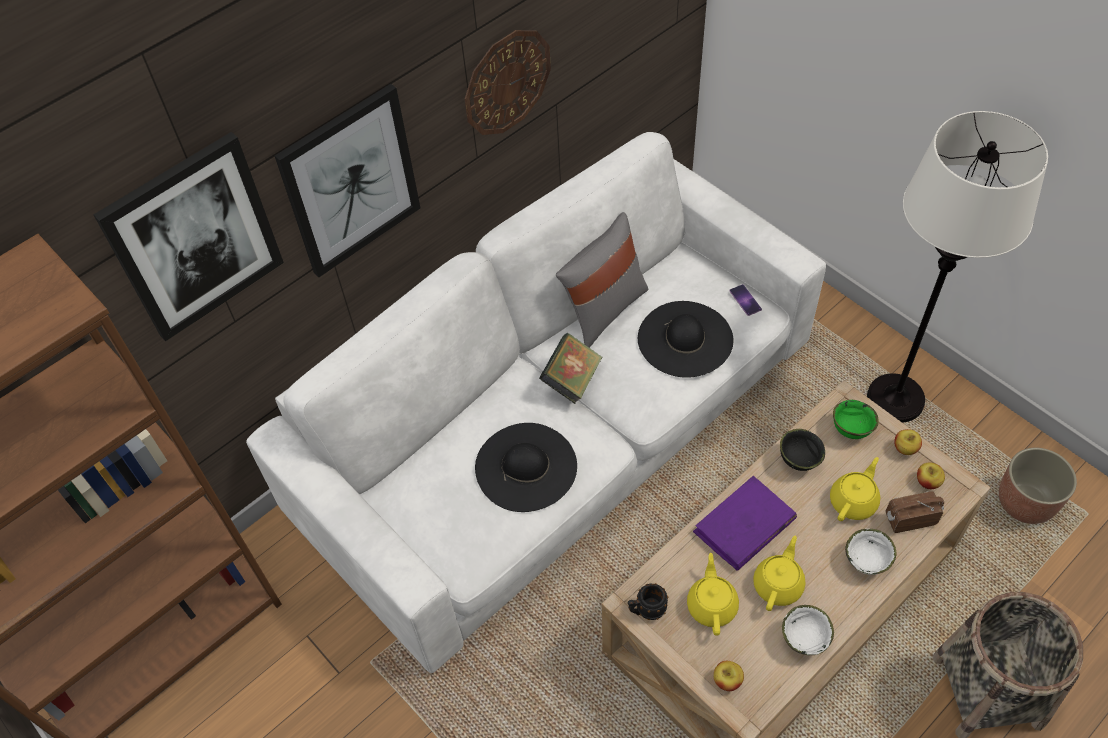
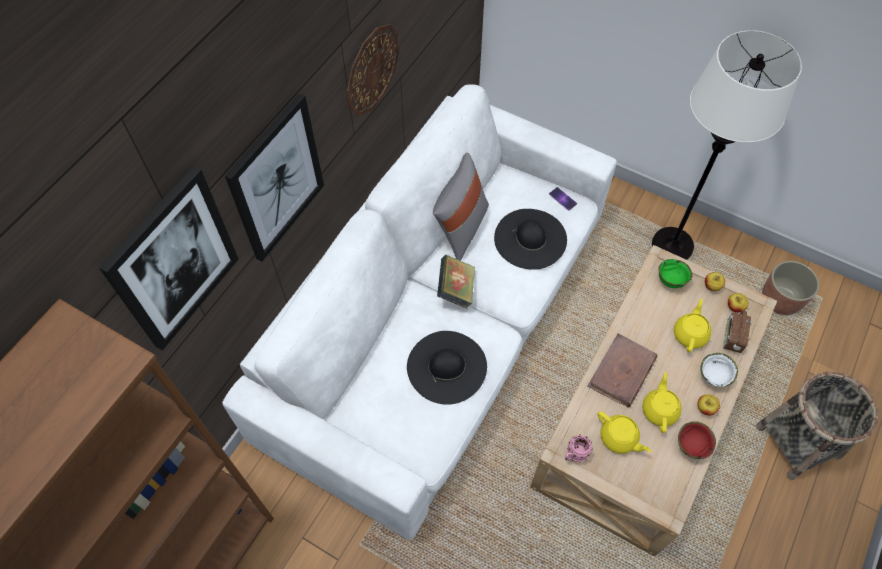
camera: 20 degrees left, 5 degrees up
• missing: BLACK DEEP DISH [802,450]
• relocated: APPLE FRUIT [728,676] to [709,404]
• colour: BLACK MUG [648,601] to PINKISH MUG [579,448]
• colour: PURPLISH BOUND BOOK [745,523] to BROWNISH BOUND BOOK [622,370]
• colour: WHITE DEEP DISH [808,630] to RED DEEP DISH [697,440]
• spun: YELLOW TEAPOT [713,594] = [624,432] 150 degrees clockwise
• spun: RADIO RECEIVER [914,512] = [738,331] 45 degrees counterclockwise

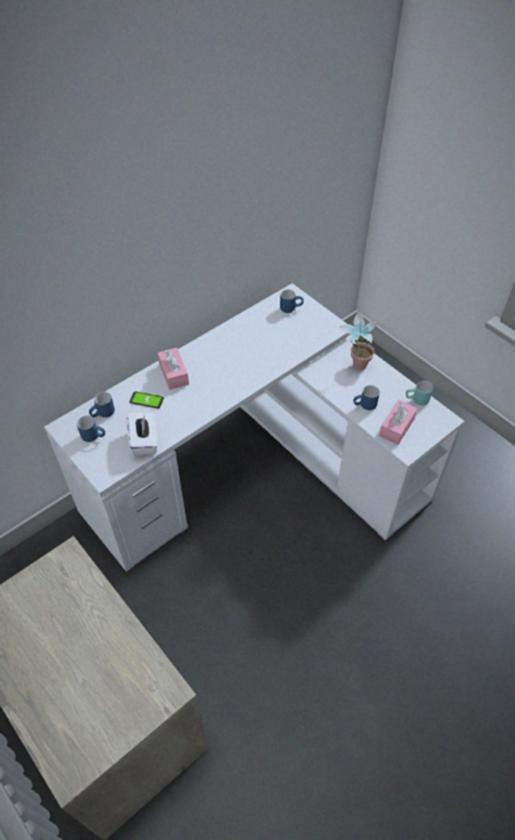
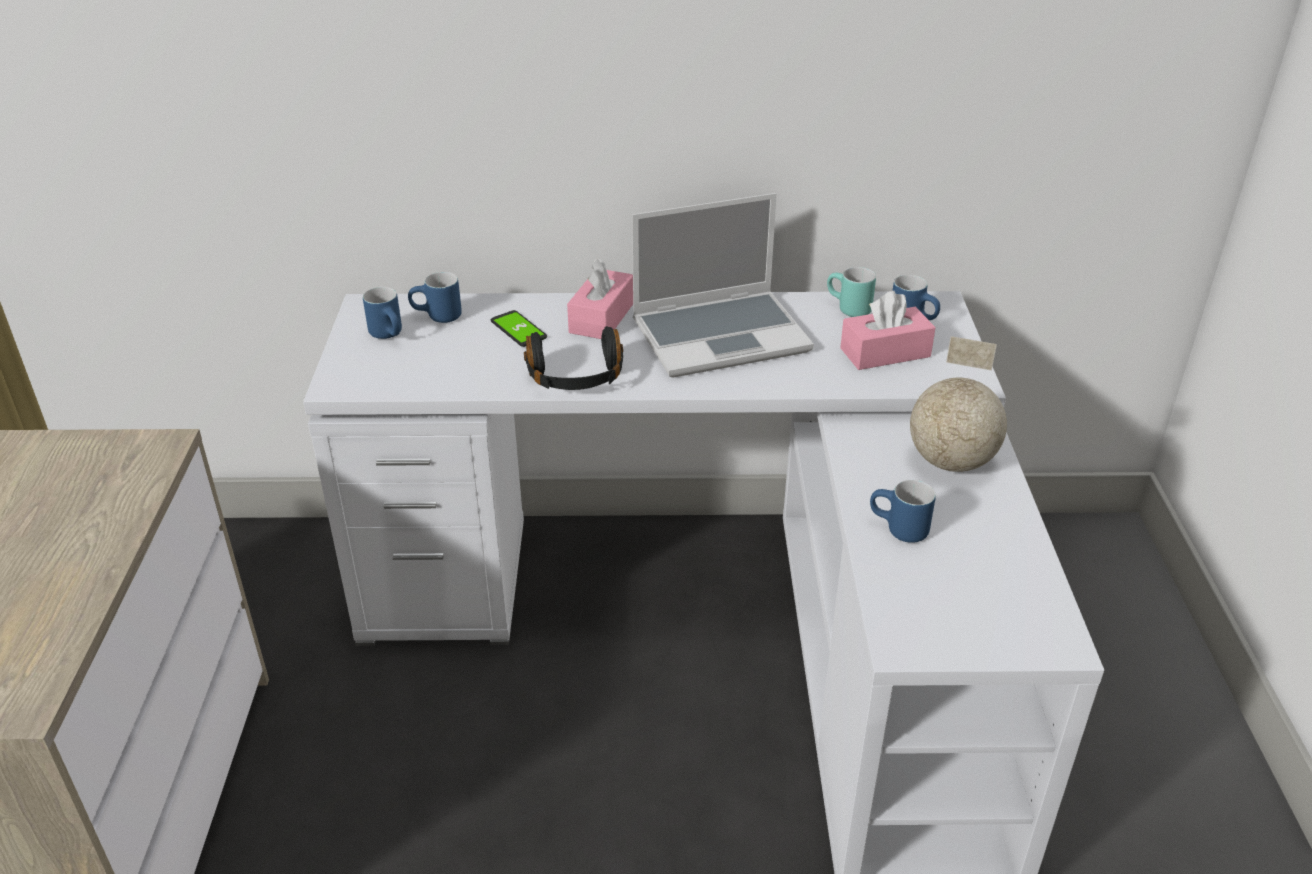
camera: 40 degrees right, 15 degrees down
• missing: WHITE TISSUE BOX [142,434]
• appeared: BLACK HEADSET [573,358]
• appeared: PORTABLE COMPUTER [723,285]
• relocated: PINKISH TISSUE BOX [398,422] to [888,330]
• relocated: BLUE-GREEN MUG [419,393] to [851,292]
• exchanged: POTTED PLANT [359,340] to DESK GLOBE [958,404]

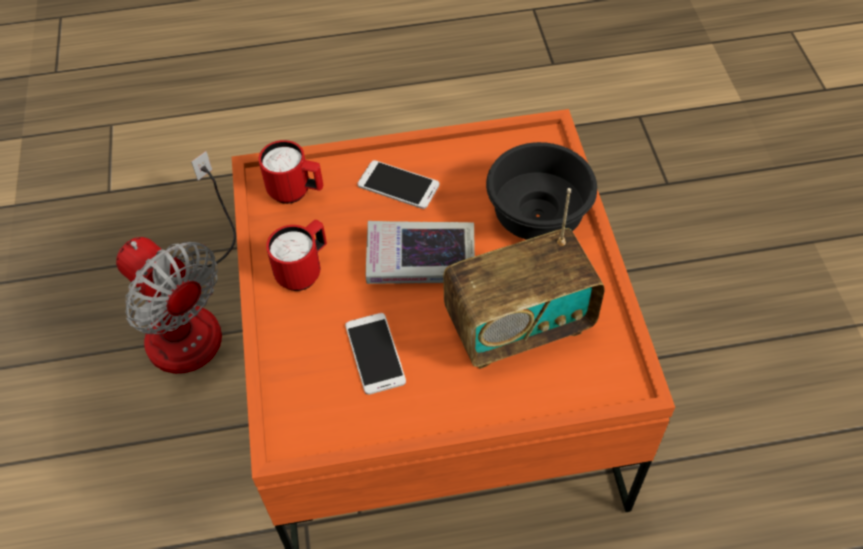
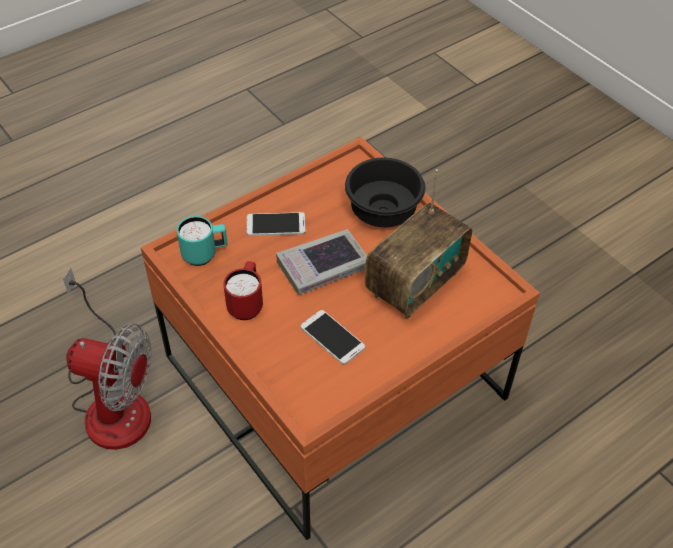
camera: 30 degrees left, 5 degrees down
• colour: RED MUG [290,172] to BLUE-GREEN MUG [202,241]

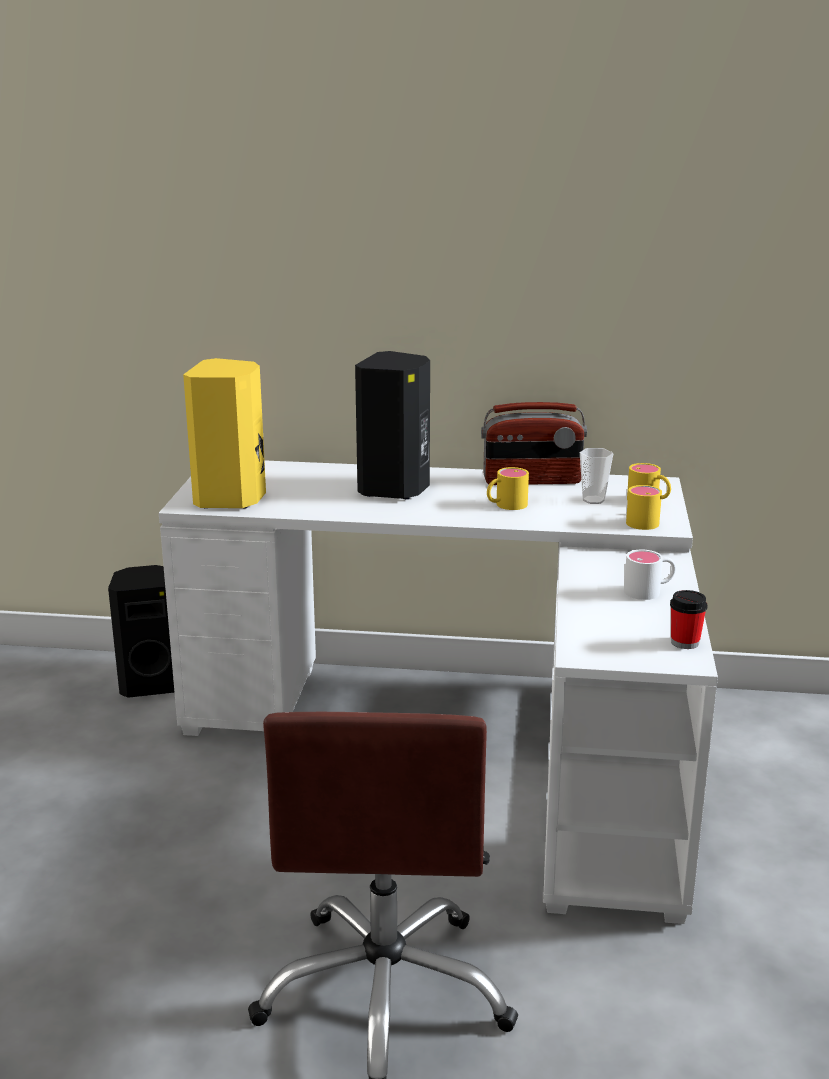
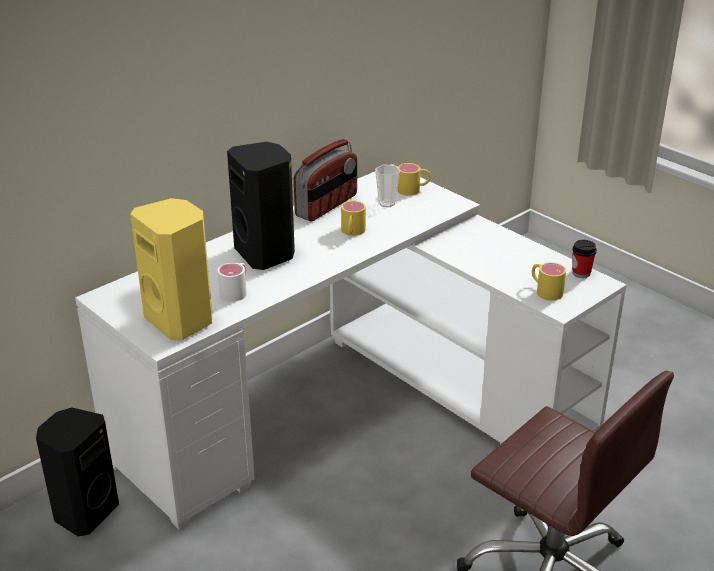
camera: 50 degrees left, 10 degrees up
• relocated: WHITE MUG [650,575] to [232,282]
• relocated: YELLOW MUG [644,507] to [549,281]

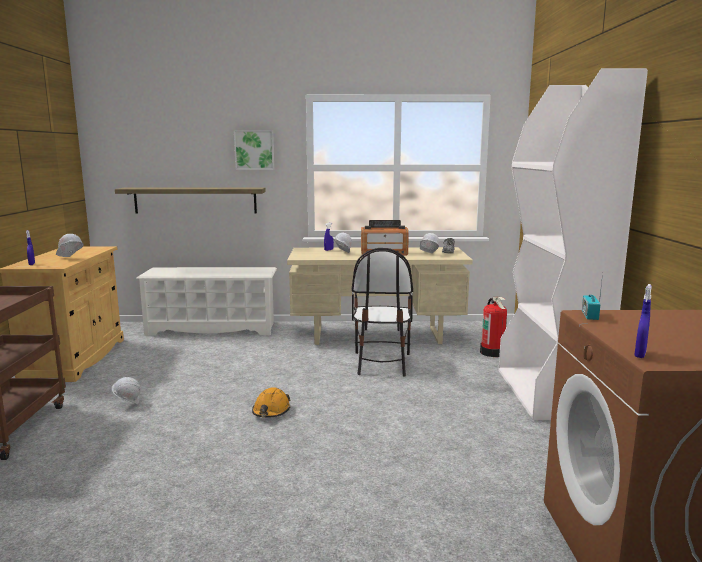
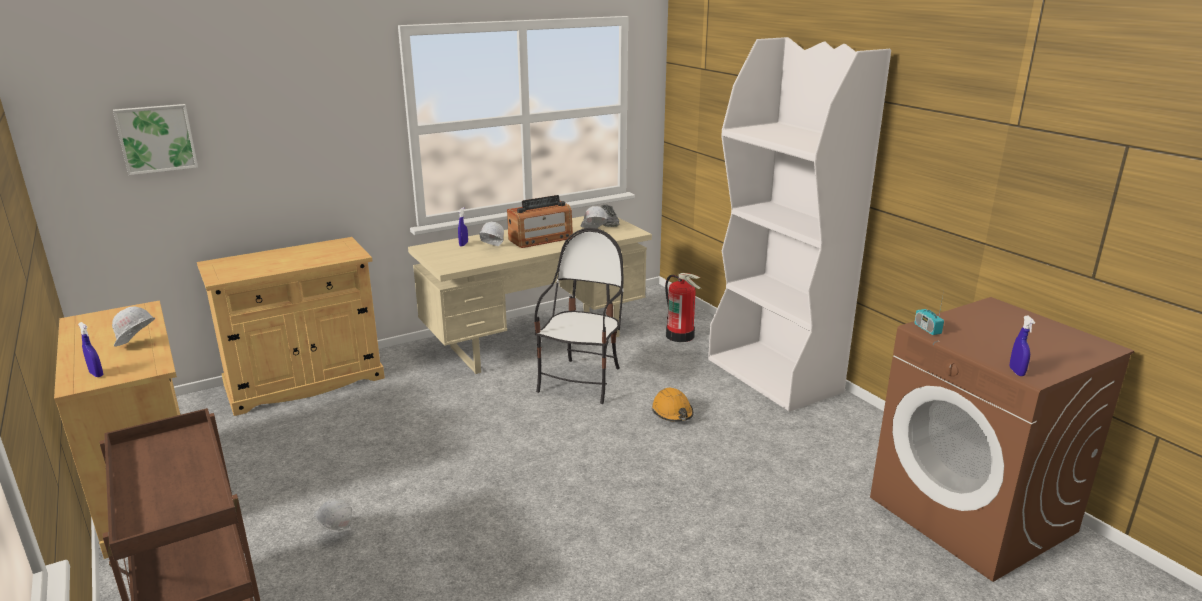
camera: 30 degrees left, 10 degrees up
• missing: WALL SHELF [190,201]
• relocated: PICTURE [254,150] to [155,139]
• relocated: ORANGEY HARD HAT [271,402] to [673,405]
• exchanged: WHITE SHOE SHELF [206,301] to SAND-COLOURED CUPBOARD [291,326]
• spun: CHAIR [382,312] = [579,316] 135 degrees counterclockwise

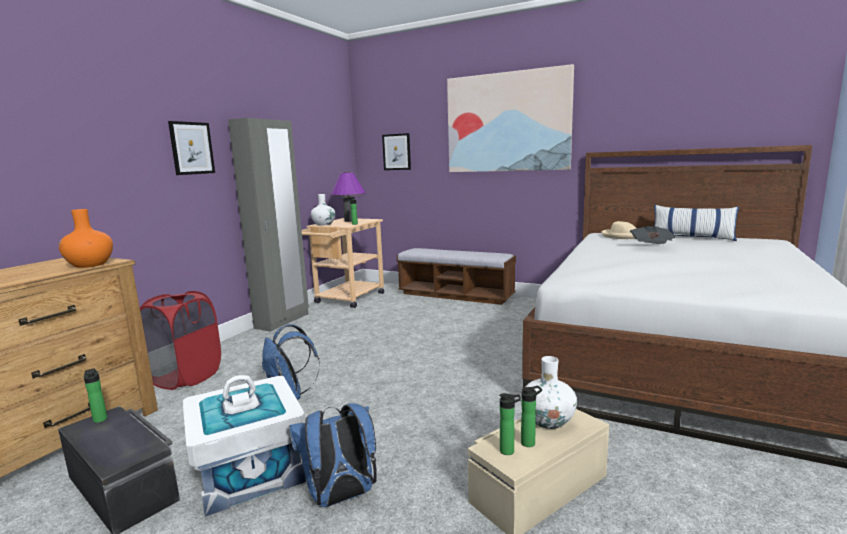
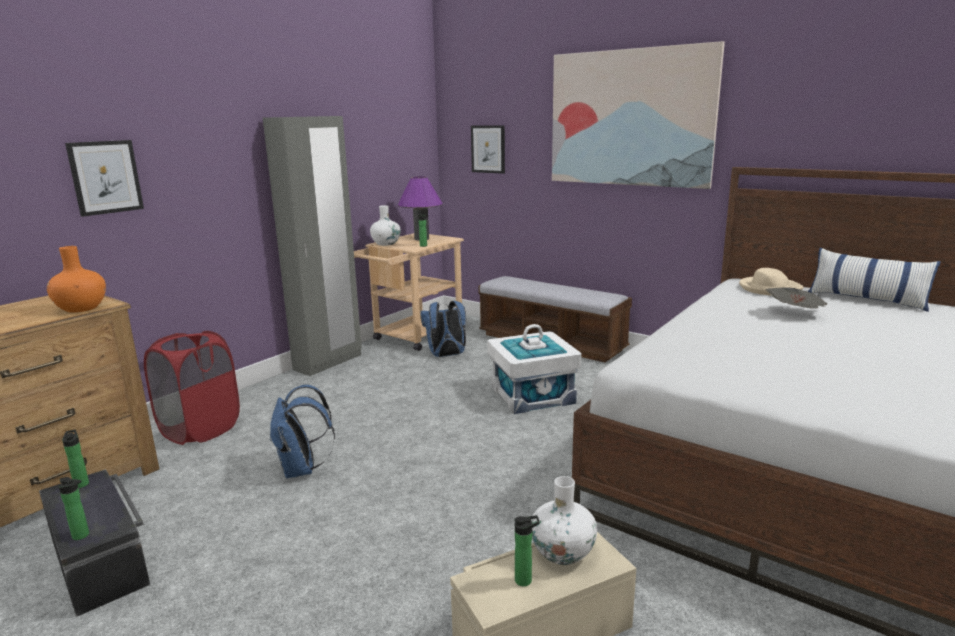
camera: 10 degrees right, 5 degrees up
• relocated: PICTURE [191,148] to [104,178]
• relocated: WHITE STORAGE BIN [244,446] to [534,369]
• relocated: BLUISH RUCKSACK [333,455] to [443,329]
• relocated: BEVERAGE BOTTLE [510,424] to [74,508]

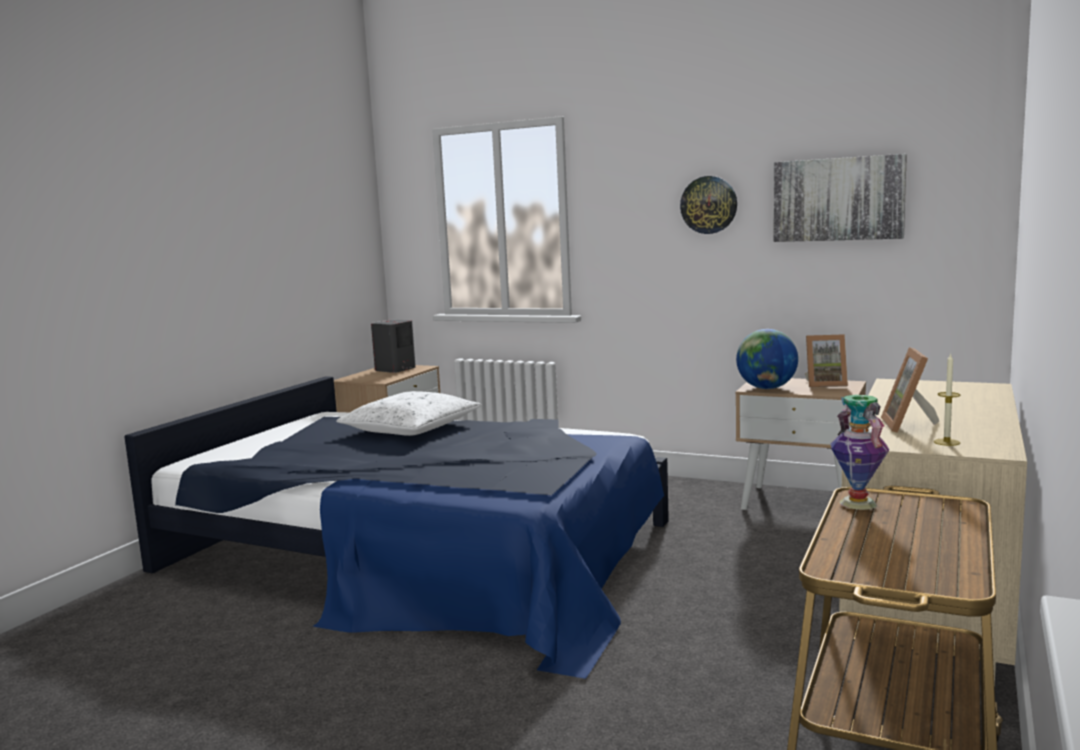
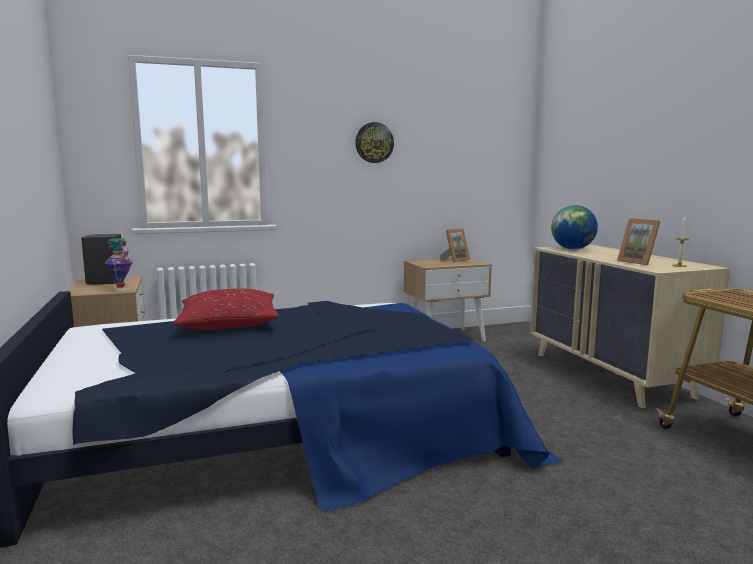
camera: 45 degrees left, 0 degrees up
• missing: PICTURE [840,198]
• relocated: DESK GLOBE [767,359] to [574,227]
• relocated: DECORATIVE VASE [859,452] to [119,265]
• colour: WHITE THROW PILLOW [408,413] to RED THROW PILLOW [226,309]

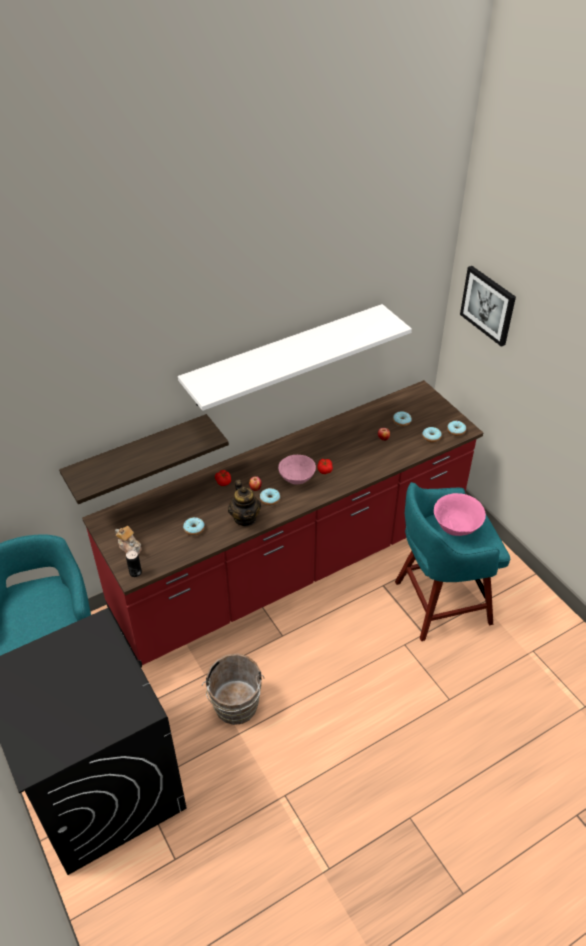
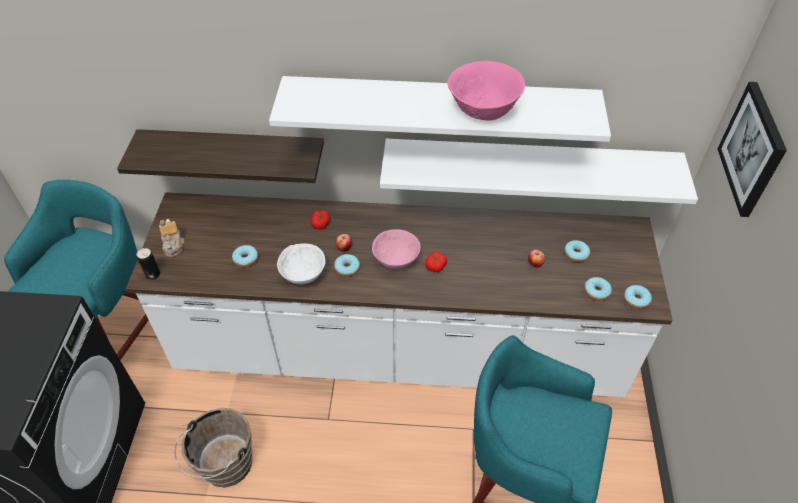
camera: 35 degrees right, 5 degrees up
• appeared: WHITE WALL SHELF [539,171]
• relocated: PINKISH DEEP DISH [460,514] to [486,91]
• exchanged: TEAPOT [244,503] to WHITE DEEP DISH [301,263]
• colour: RED COUNTER [282,522] to WHITE COUNTER [399,294]

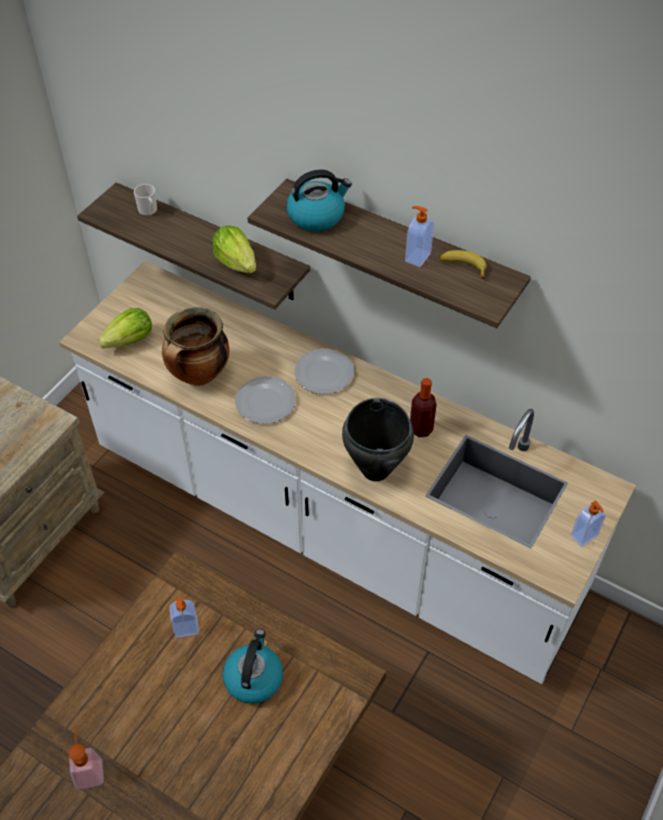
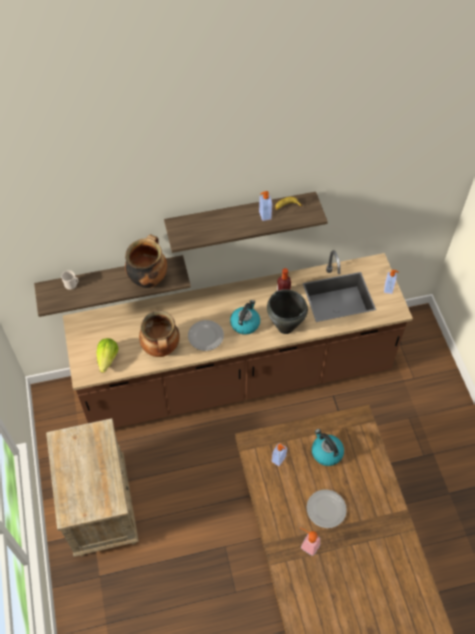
camera: 45 degrees left, 5 degrees up
• relocated: WATER KETTLE [319,200] to [245,317]
• relocated: DINNER PLATE [324,371] to [327,508]
• exchanged: HEAD OF LETTUCE [234,249] to STOCKPOT [146,261]
• colour: WHITE COUNTER [347,472] to BROWNISH COUNTER [238,339]

